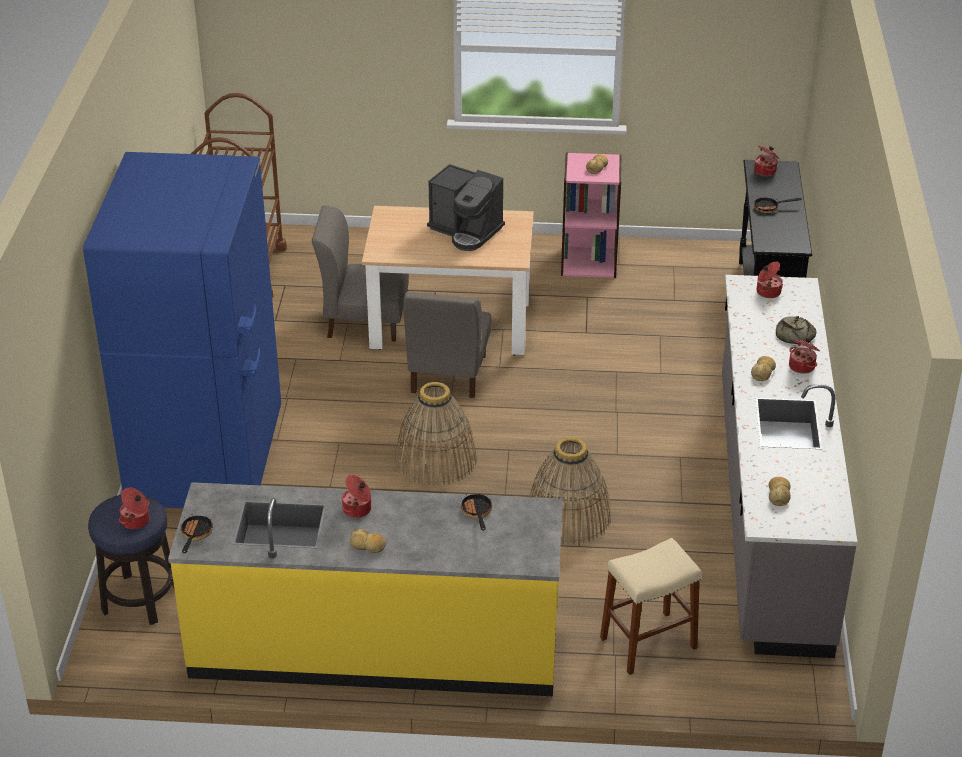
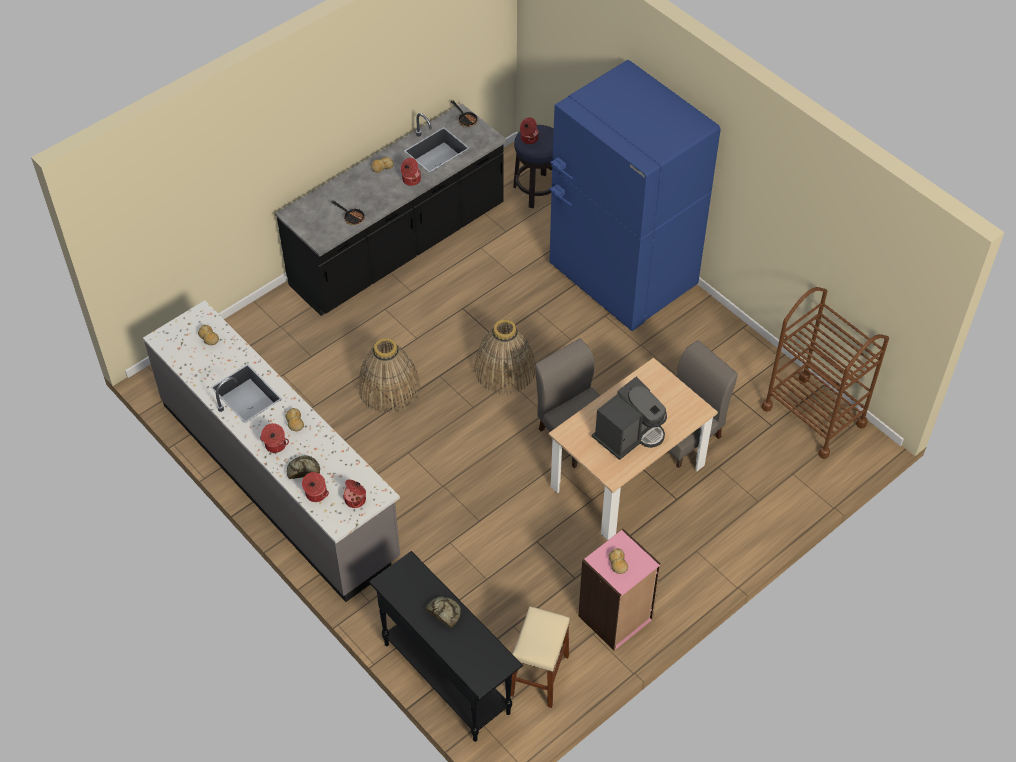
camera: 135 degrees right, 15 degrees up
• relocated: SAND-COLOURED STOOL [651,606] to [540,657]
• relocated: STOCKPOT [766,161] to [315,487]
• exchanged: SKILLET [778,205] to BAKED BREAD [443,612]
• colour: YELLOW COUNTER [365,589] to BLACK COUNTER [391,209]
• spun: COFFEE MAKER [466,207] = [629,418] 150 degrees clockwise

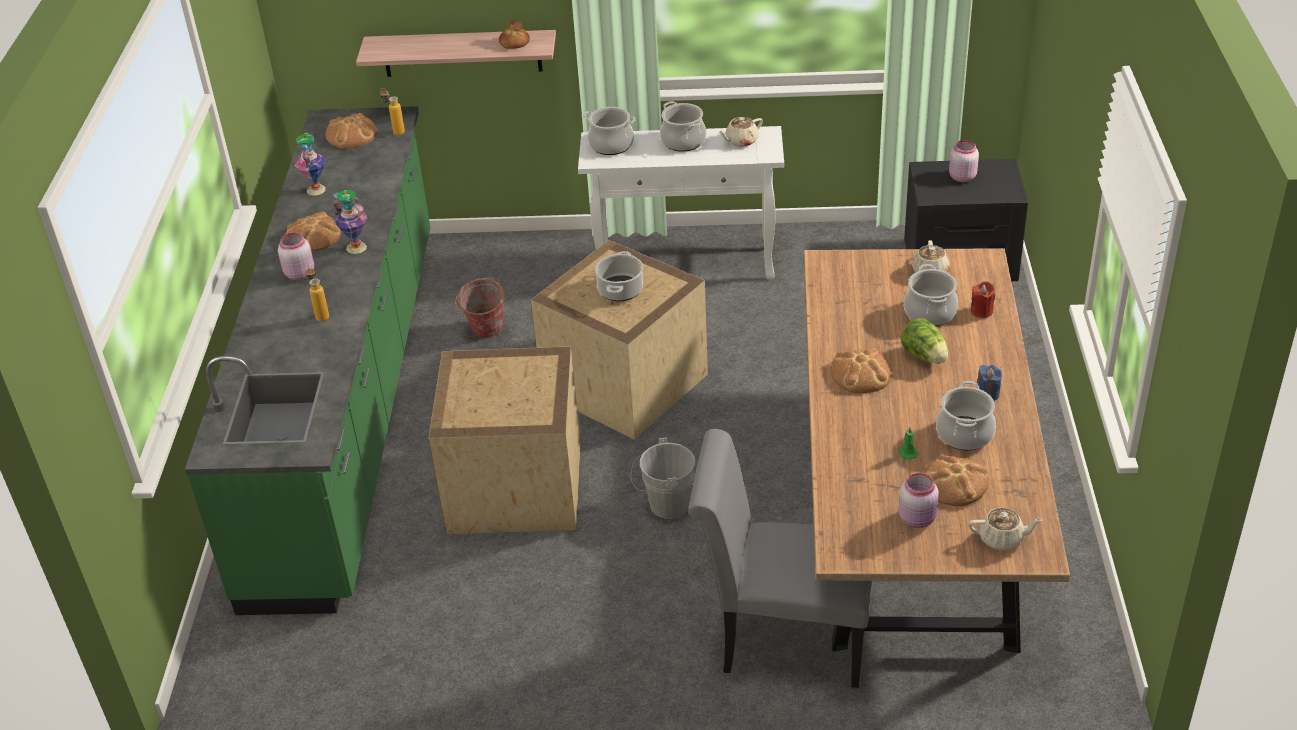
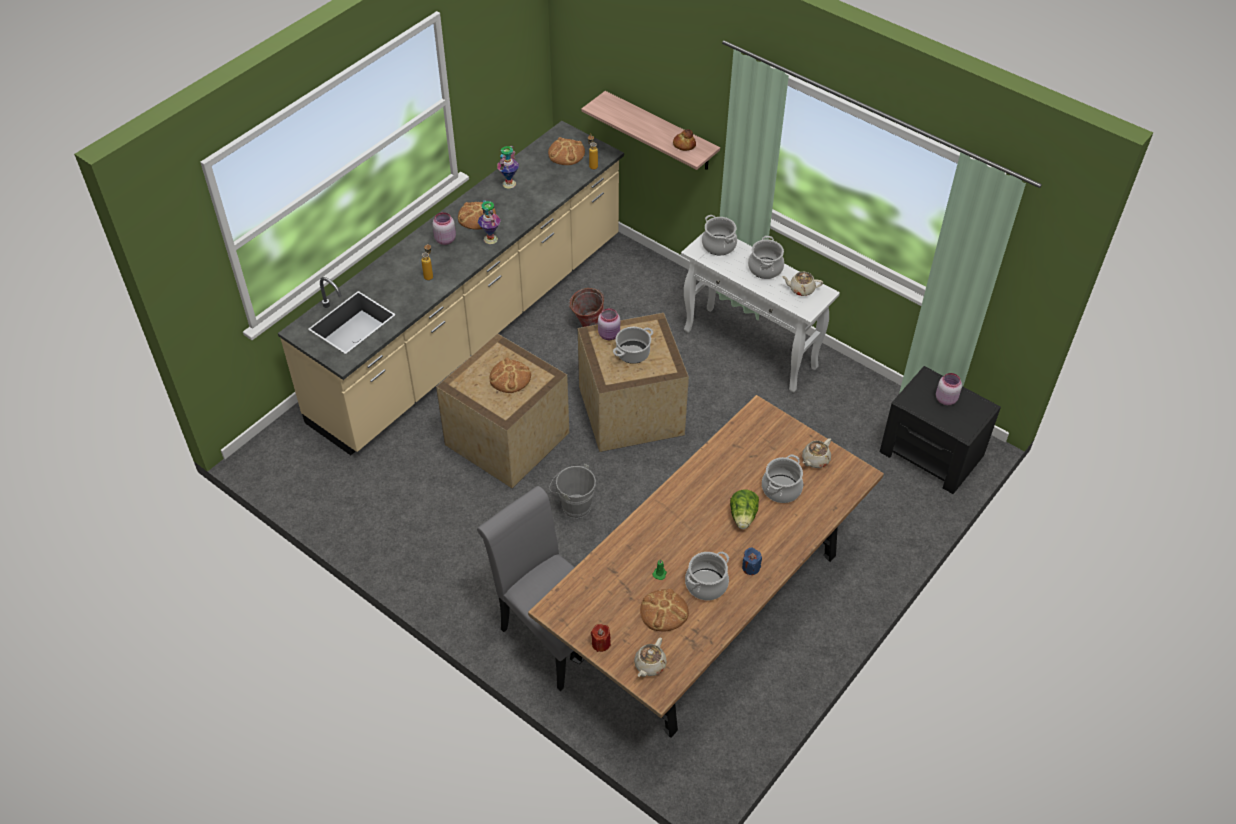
camera: 35 degrees right, 10 degrees up
• relocated: BAKED BREAD [861,370] to [510,375]
• relocated: PINKISH STORAGE JAR [919,500] to [609,324]
• relocated: RED WAX LIGHT [983,299] to [601,638]
• colour: GREEN COUNTER [308,360] to SAND-COLOURED COUNTER [451,288]
• spun: SAND-COLOURED TEAPOT [1005,529] = [650,657] 75 degrees clockwise

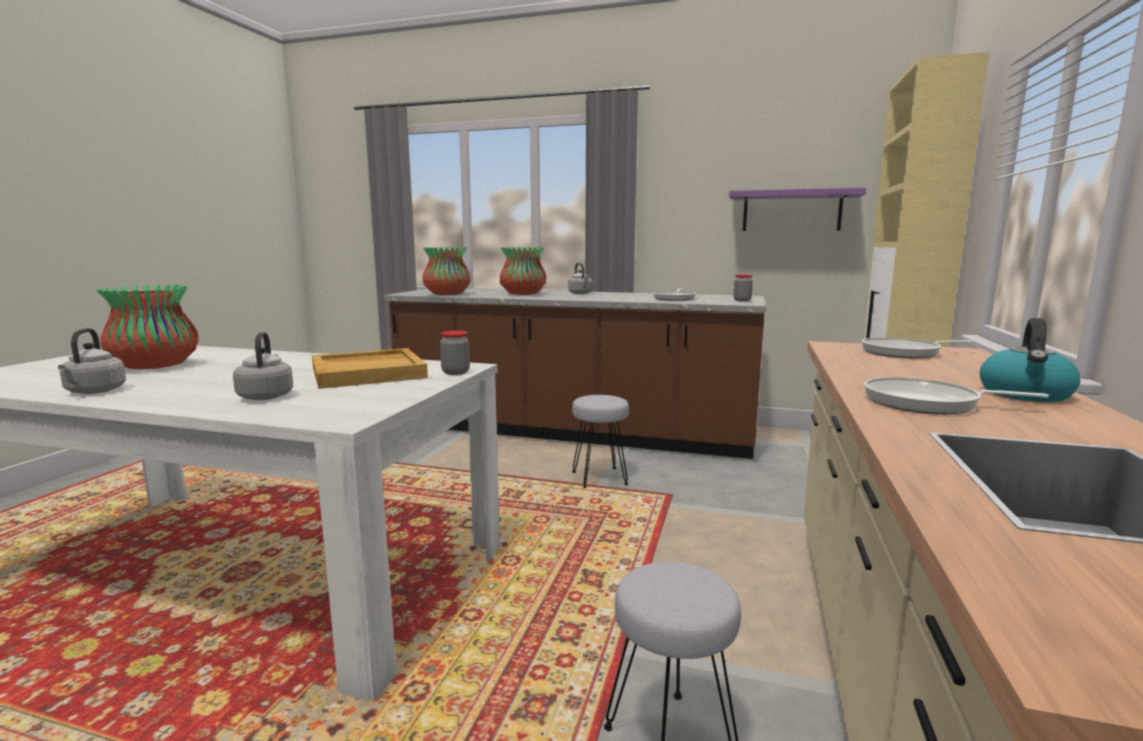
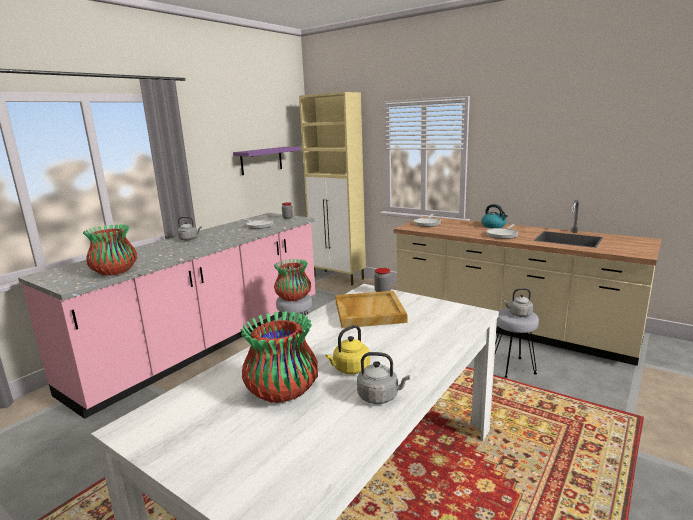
camera: 70 degrees left, 5 degrees up
• appeared: YELLOW WATER KETTLE [347,349]
• relocated: GREY WATER KETTLE [263,366] to [518,302]
• relocated: DECORATIVE VASE [523,271] to [292,280]
• colour: BROWNISH COUNTER [575,374] to PINKISH COUNTER [167,316]

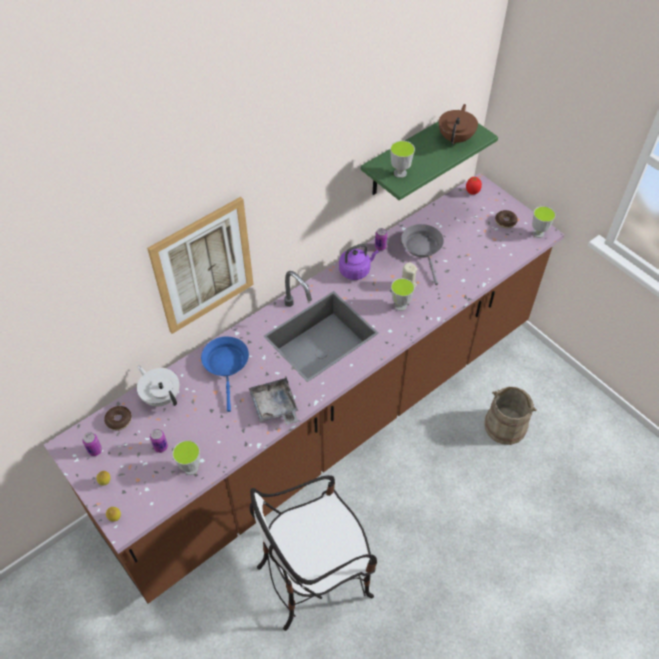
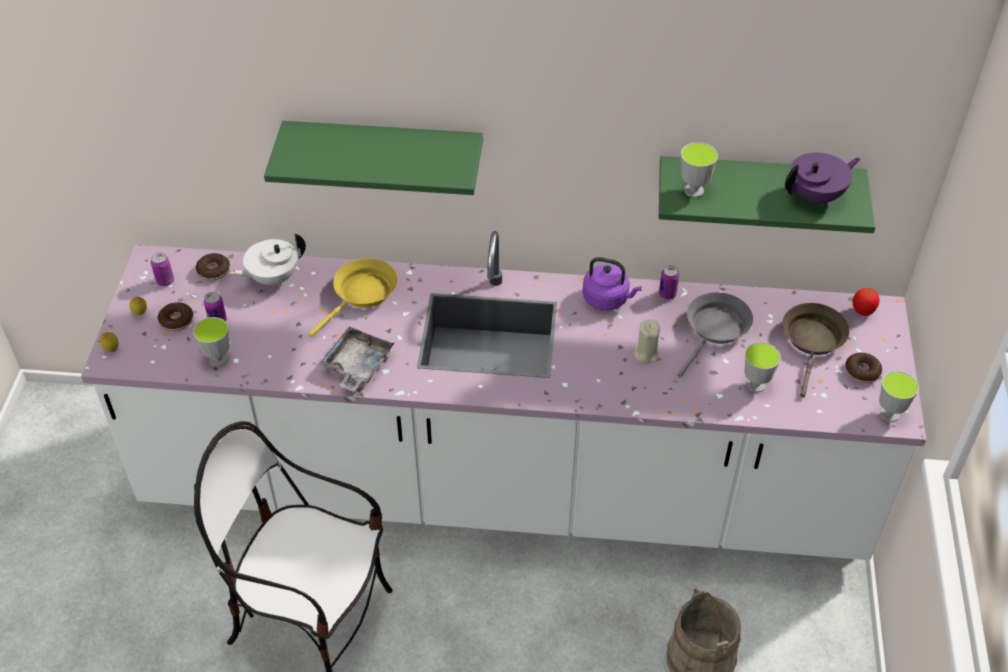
camera: 45 degrees right, 5 degrees down
• appeared: DONUT [176,317]
• appeared: BROWNISH SKILLET [815,350]
• relocated: CUP [403,294] to [762,367]
• exchanged: PICTURE [200,265] to GREEN WALL SHELF [373,158]
• colour: BROWNISH COUNTER [304,388] to WHITE COUNTER [503,395]
• colour: BLUISH SKILLET [225,374] to YELLOW SKILLET [353,297]
• colour: BROWNISH TEAPOT [458,124] to PURPLISH TEAPOT [822,179]
• spun: WHITE TEAPOT [158,386] = [268,259] 120 degrees counterclockwise

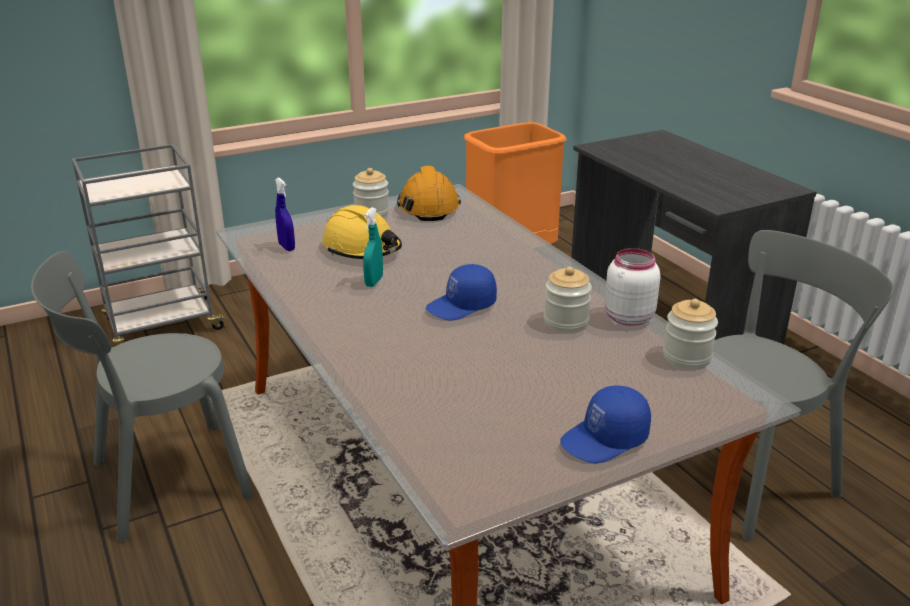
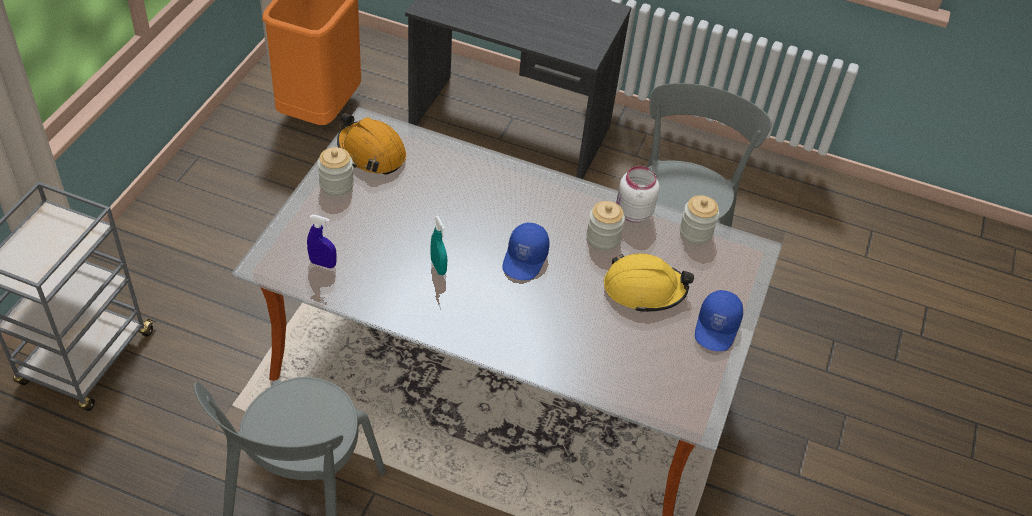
camera: 45 degrees left, 20 degrees up
• relocated: YELLOW HARD HAT [362,232] to [649,283]

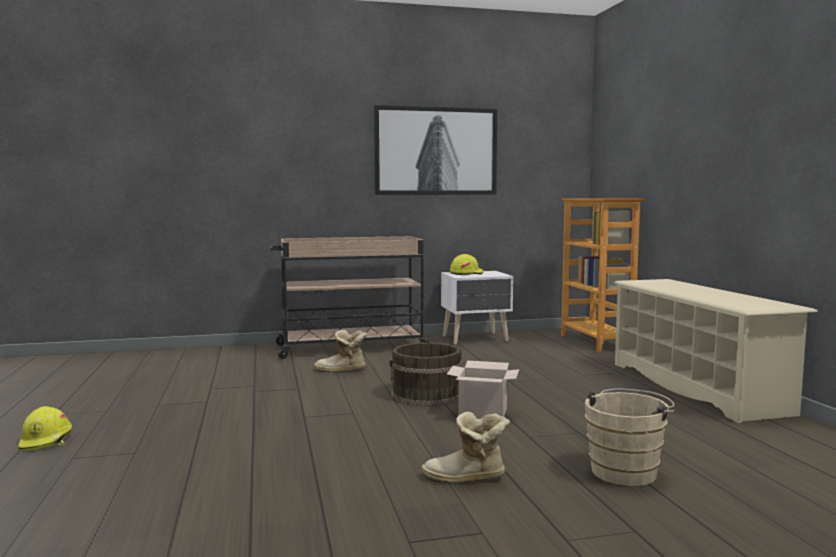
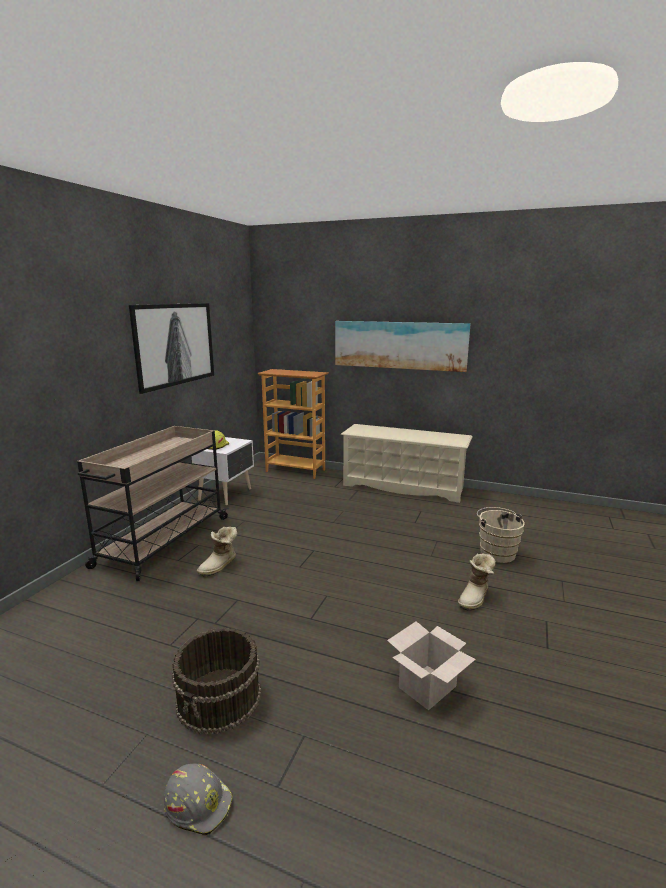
camera: 55 degrees left, 10 degrees up
• appeared: PICTURE [402,346]
• relocated: BROWNISH PAIL [426,374] to [216,681]
• relocated: CARDBOARD BOX [483,390] to [431,666]
• colour: YELLOW HARD HAT [45,428] to GREY HARD HAT [198,800]

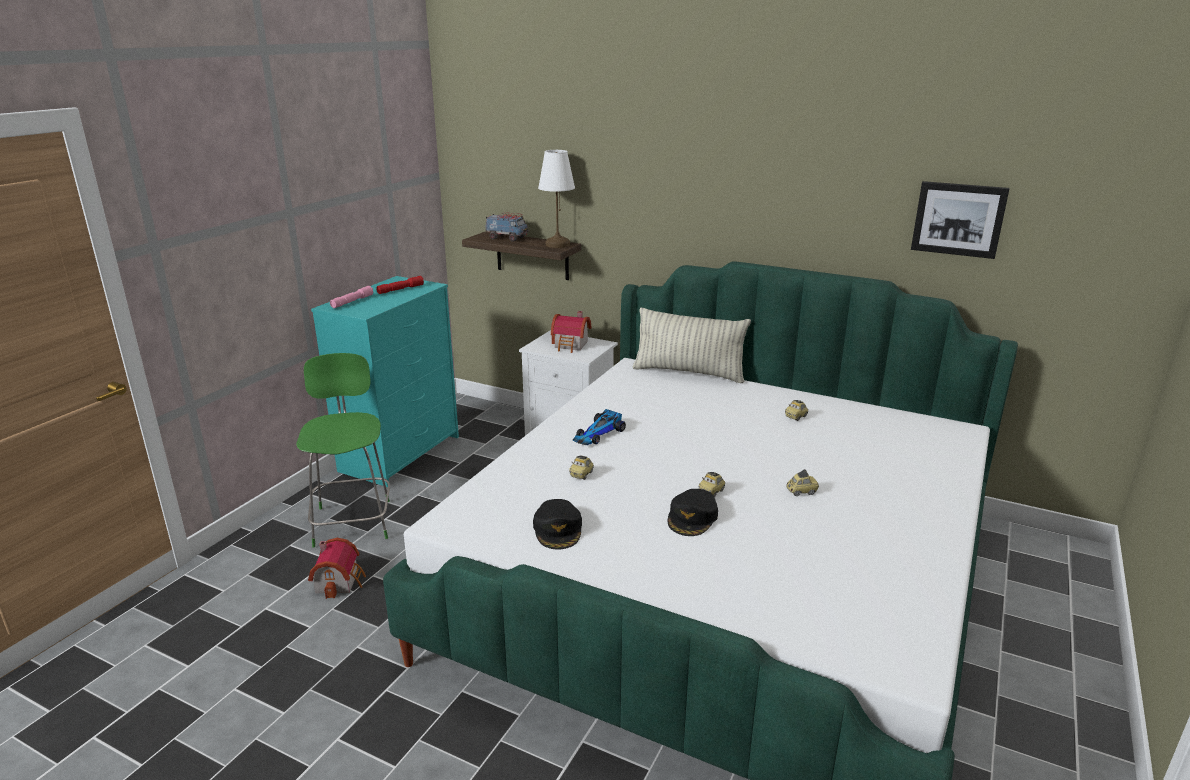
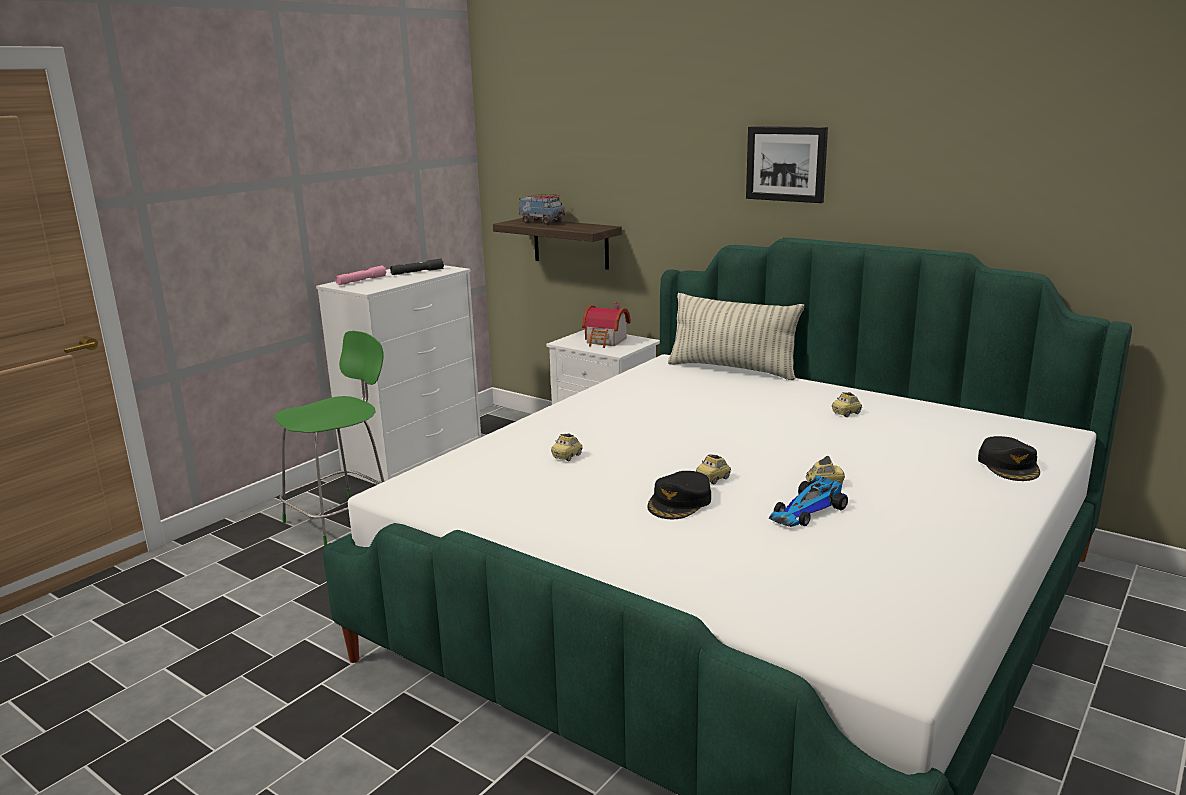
camera: 10 degrees right, 5 degrees down
• missing: MINIATURE HOUSE [337,568]
• missing: WHITE TABLETOP LAMP [556,199]
• relocated: BLACK PEAKED CAP [557,524] to [1009,458]
• relocated: MINIATURE CAR [599,427] to [808,501]
• relocated: PICTURE [960,220] to [787,164]
• colour: BLUE-GREEN CHEST OF DRAWERS [385,381] to WHITE CHEST OF DRAWERS [398,373]
• colour: RED HAND TORCH [400,285] to GREY HAND TORCH [417,266]
• spun: GREEN CHAIR [343,450] = [329,439] 45 degrees clockwise

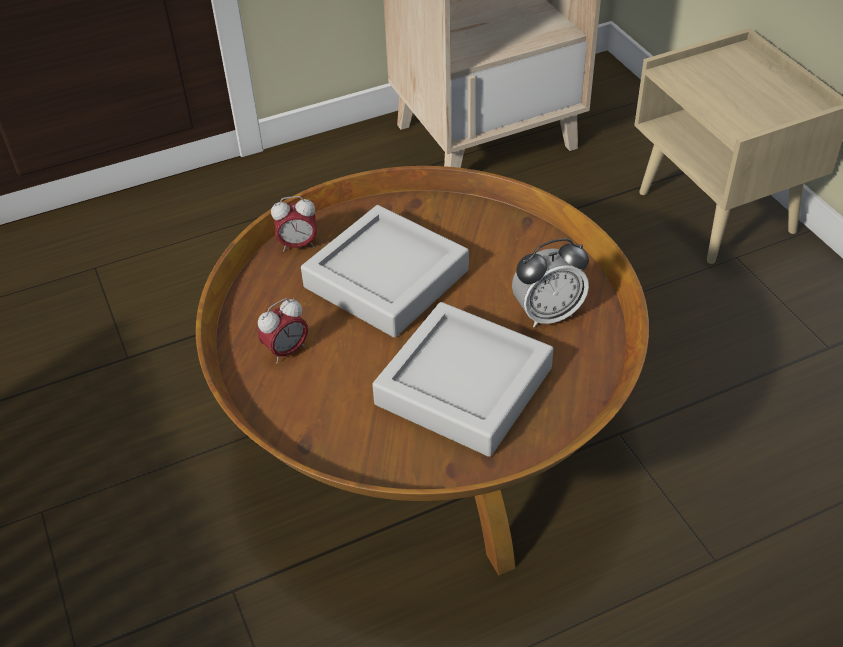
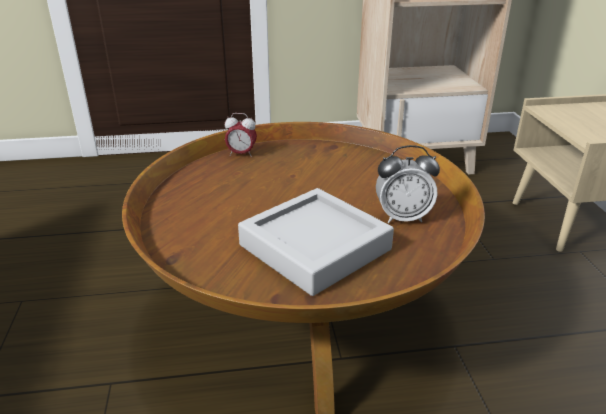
camera: 15 degrees right, 15 degrees down
• missing: ALARM CLOCK [283,331]
• missing: GREY CARRYING TRAY [385,271]

